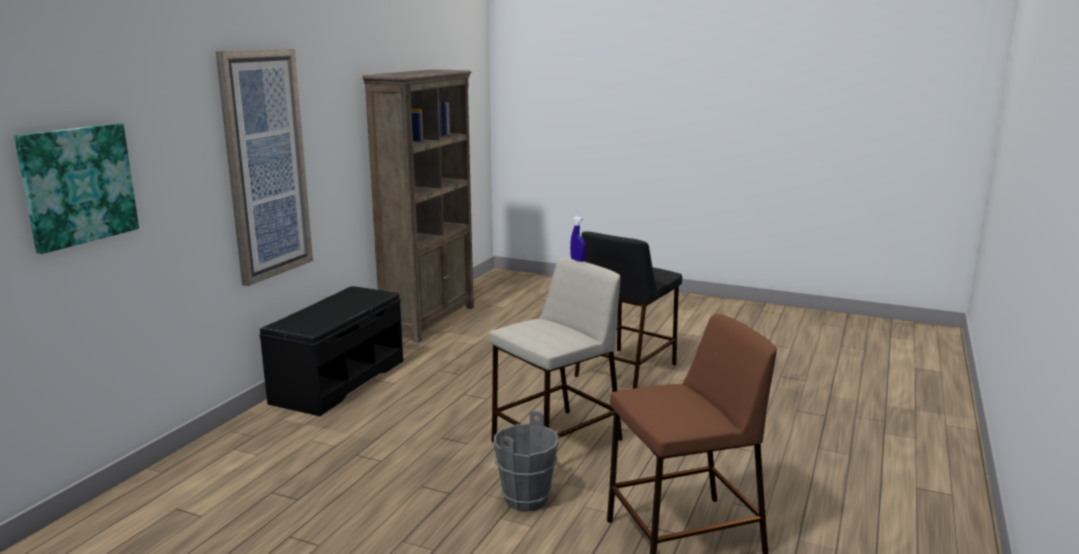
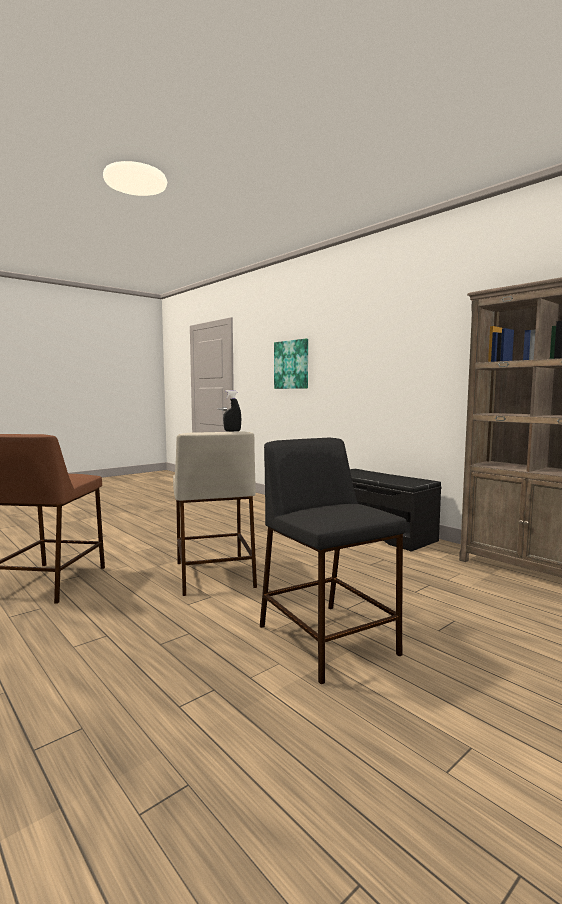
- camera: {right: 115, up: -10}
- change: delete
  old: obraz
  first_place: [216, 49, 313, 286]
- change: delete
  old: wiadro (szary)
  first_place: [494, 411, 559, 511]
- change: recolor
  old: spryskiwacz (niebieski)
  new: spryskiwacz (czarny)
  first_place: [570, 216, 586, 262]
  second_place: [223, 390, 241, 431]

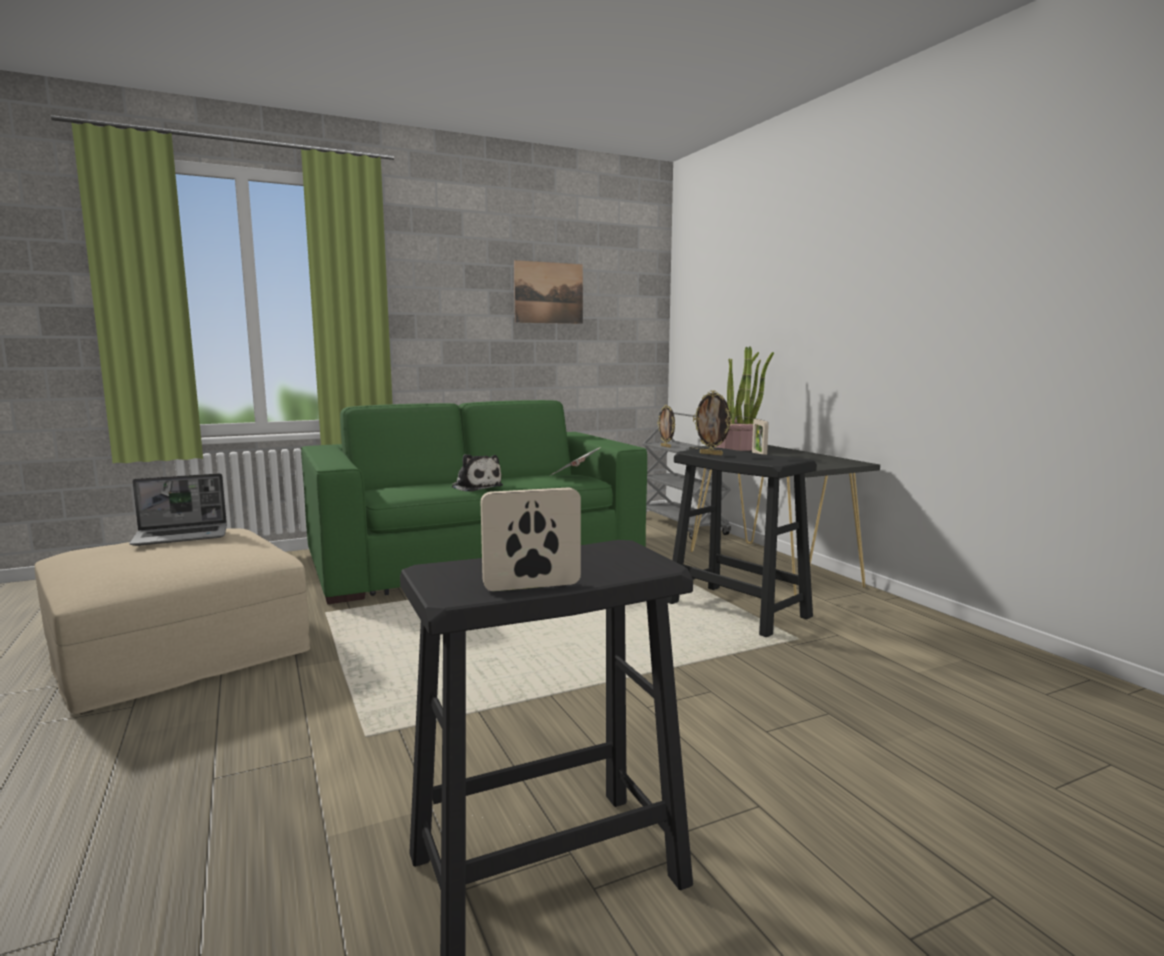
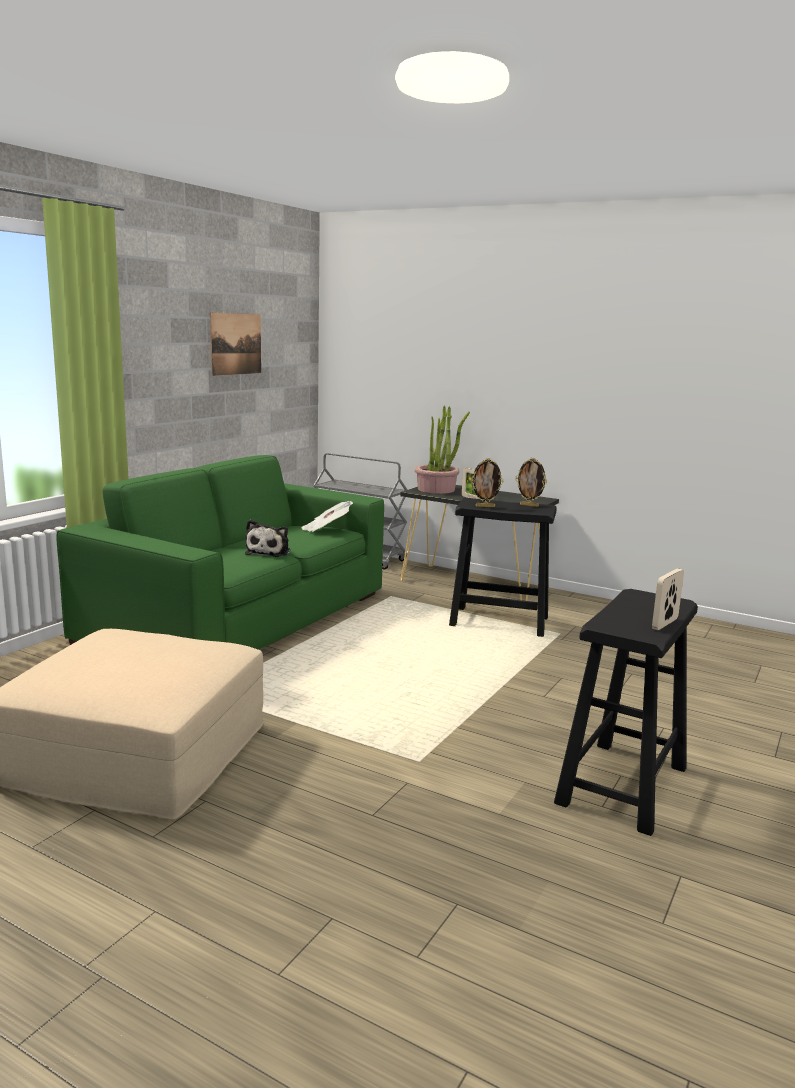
- camera: {right: -35, up: 5}
- change: delete
  old: laptop
  first_place: [129, 473, 227, 546]
- change: rotate
  old: pluszak
  first_place: [452, 454, 503, 492]
  second_place: [245, 520, 290, 557]
  degrees: 90
- change: move
  old: ramka na zdjęcie
  first_place: [657, 404, 675, 448]
  second_place: [516, 458, 547, 507]

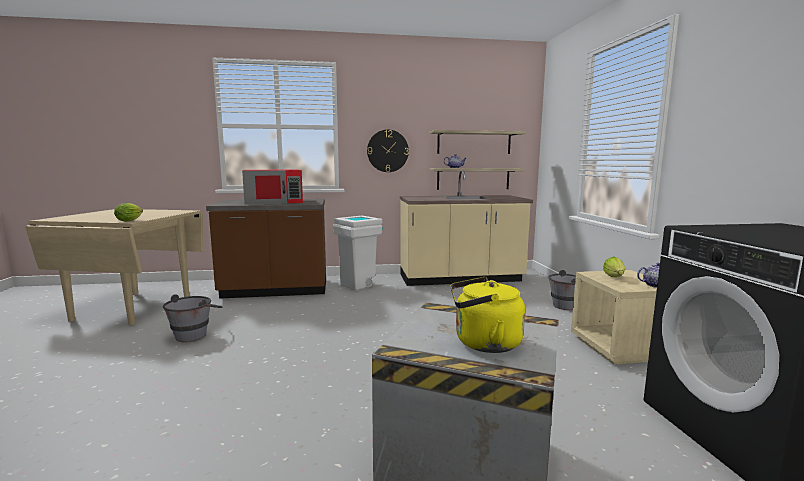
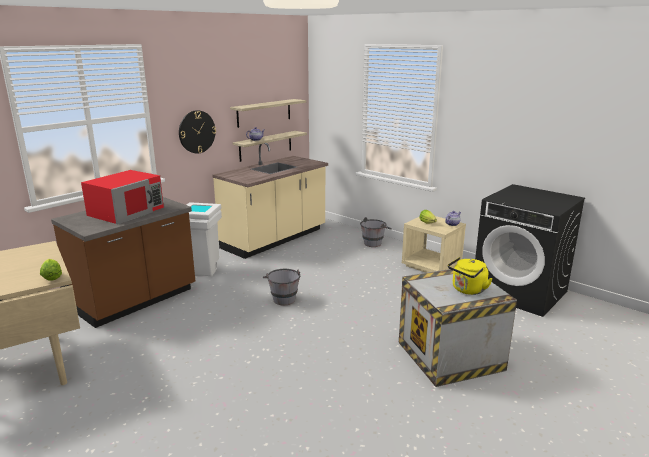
- camera: {right: -40, up: 10}
- change: move
  old: wiadro (szary)
  first_place: [163, 294, 222, 342]
  second_place: [263, 269, 300, 305]

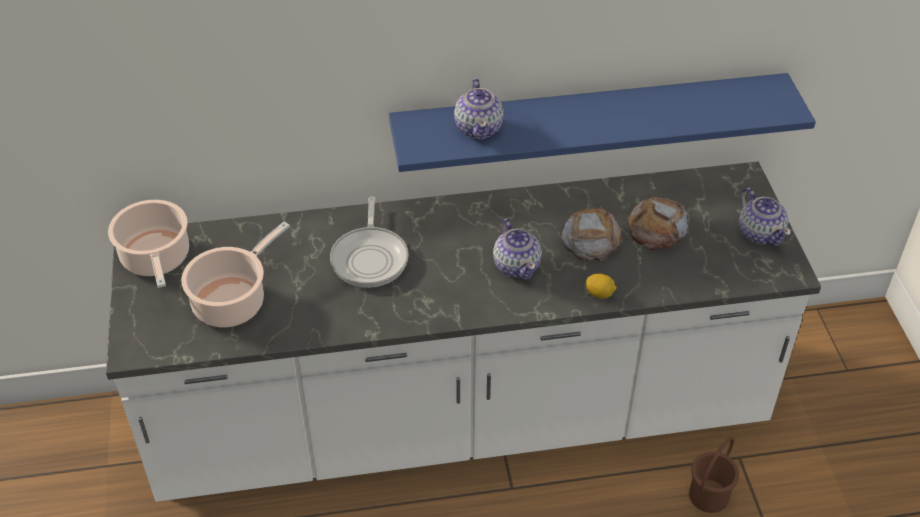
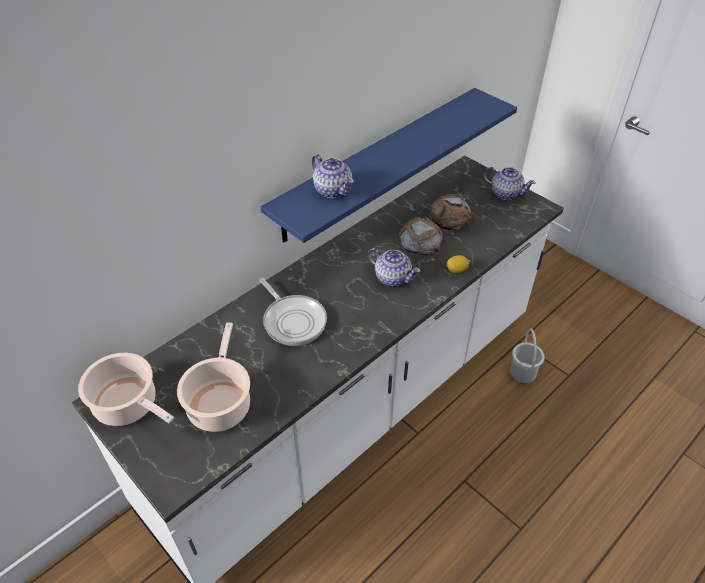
- camera: {right: -35, up: 0}
- change: recolor
  old: wiadro (brązowy)
  new: wiadro (biały)
  first_place: [689, 436, 739, 513]
  second_place: [510, 329, 545, 383]

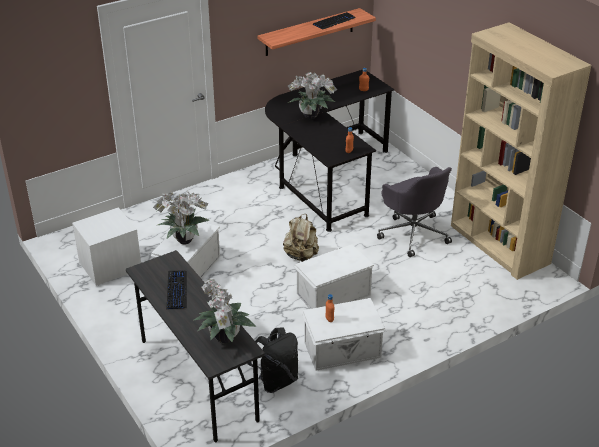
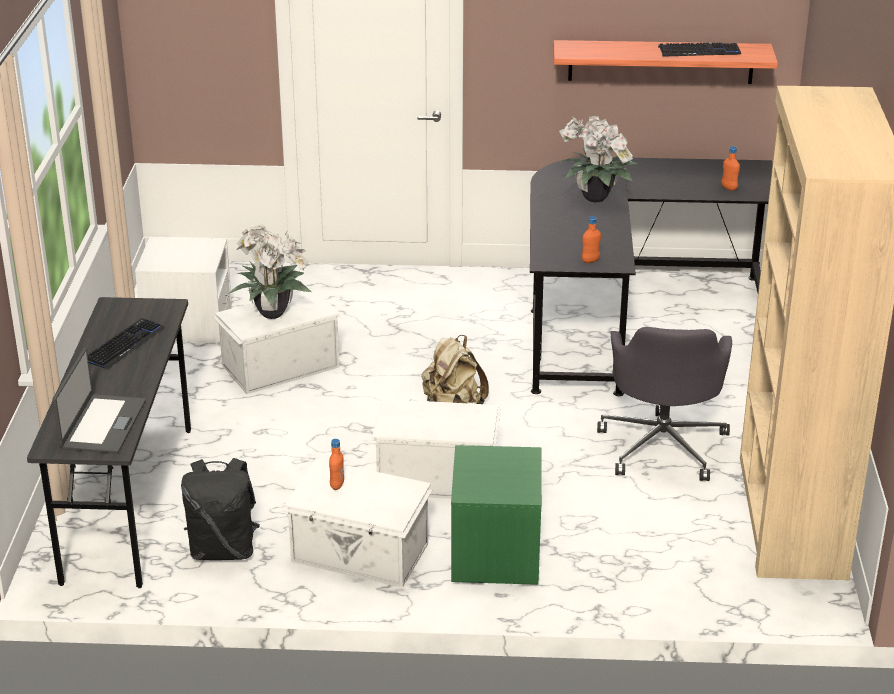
- camera: {right: 35, up: -5}
- change: replace
  old: roślina doniczkowa
  new: laptop
  first_place: [194, 278, 256, 343]
  second_place: [52, 348, 146, 454]
- change: insert
  new: szafka nocna (zielony)
  second_place: [451, 445, 542, 585]

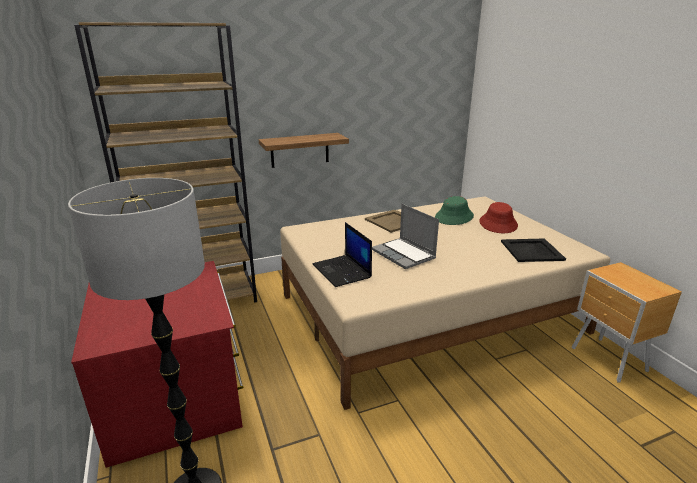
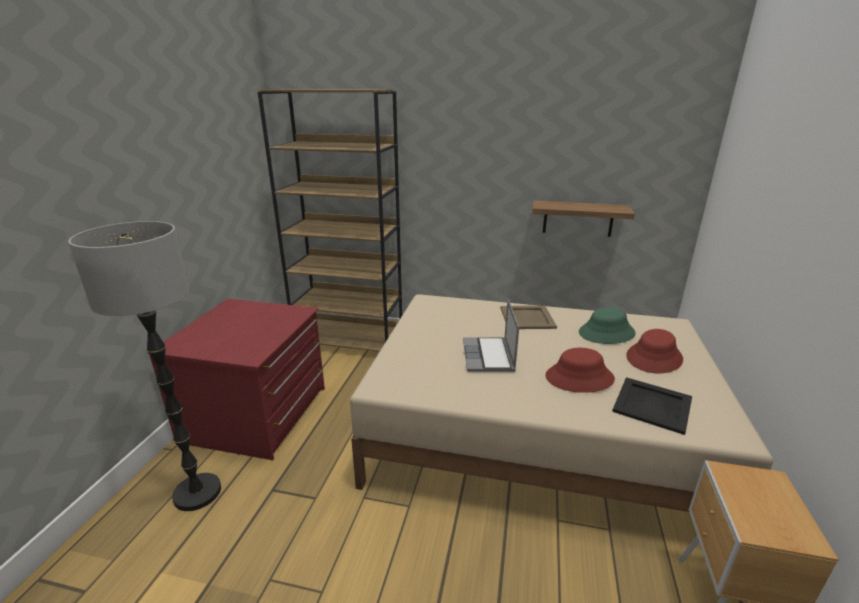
- camera: {right: 35, up: 0}
- change: move
  old: półka
  first_place: [259, 133, 349, 168]
  second_place: [532, 201, 635, 237]
- change: delete
  old: laptop
  first_place: [313, 222, 372, 287]
- change: insert
  new: kapelusz (czerwony)
  second_place: [545, 348, 615, 393]

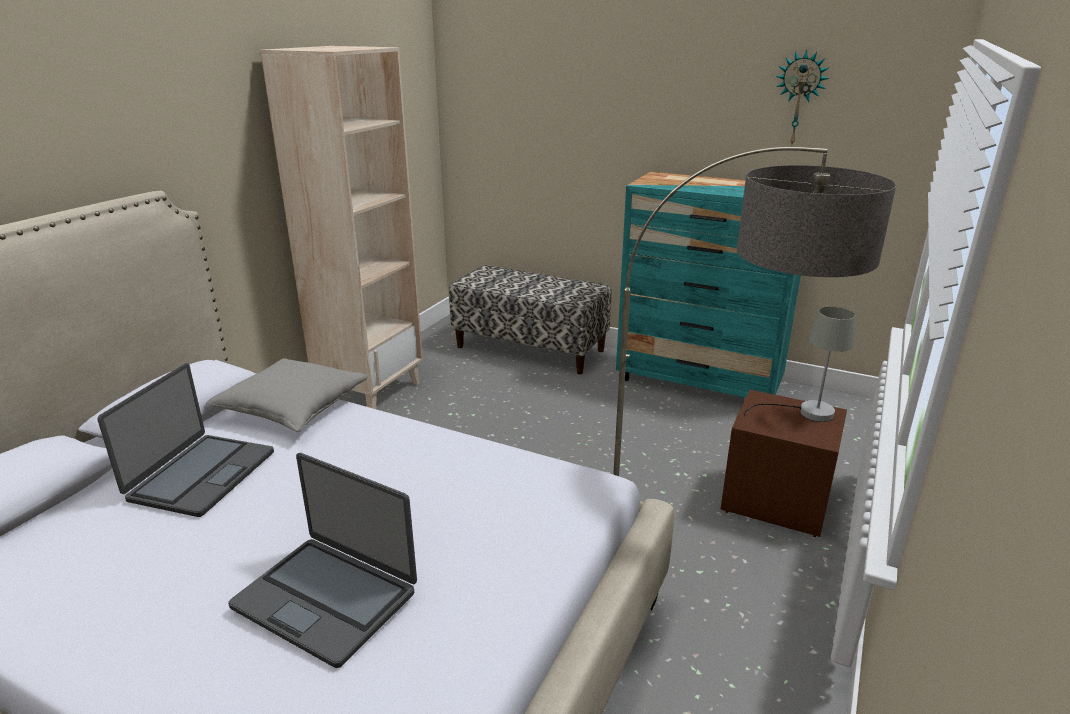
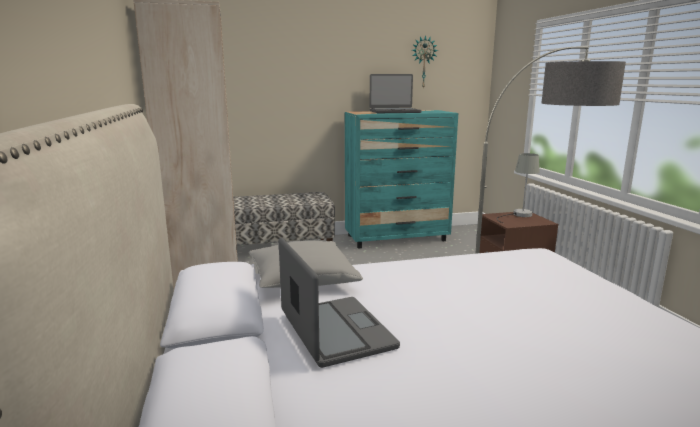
- camera: {right: -40, up: -10}
- change: move
  old: laptop
  first_place: [228, 453, 417, 668]
  second_place: [369, 74, 422, 113]

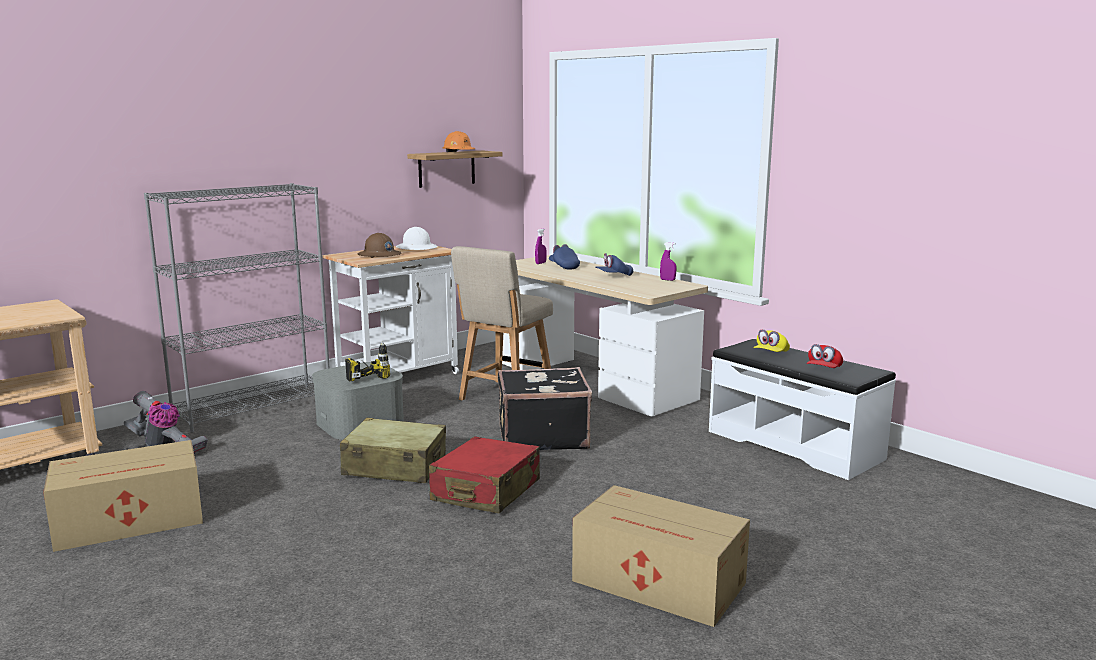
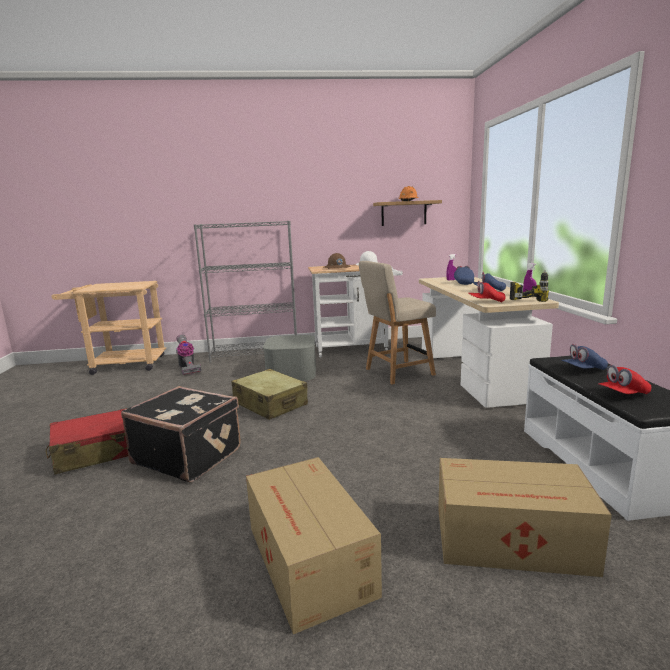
- camera: {right: 35, up: 0}
- change: move
  old: karton
  first_place: [43, 440, 203, 552]
  second_place: [438, 458, 612, 577]
- change: move
  old: wiertarka
  first_place: [345, 341, 390, 381]
  second_place: [510, 270, 549, 302]
- change: move
  old: walizka (czerwony)
  first_place: [429, 436, 540, 513]
  second_place: [46, 408, 128, 475]
- change: move
  old: walizka (czarny)
  first_place: [498, 367, 592, 450]
  second_place: [121, 386, 241, 482]
- change: recolor
  old: czapka z daszkiem (żółty)
  new: czapka z daszkiem (niebieski)
  first_place: [753, 329, 790, 352]
  second_place: [561, 344, 608, 370]
- change: insert
  new: czapka z daszkiem (czerwony)
  second_place: [468, 281, 506, 302]

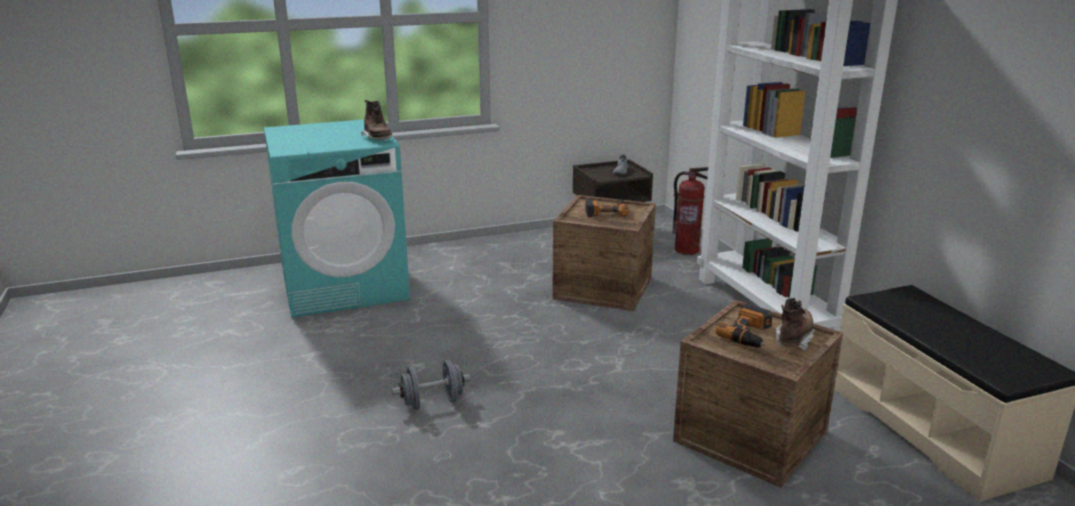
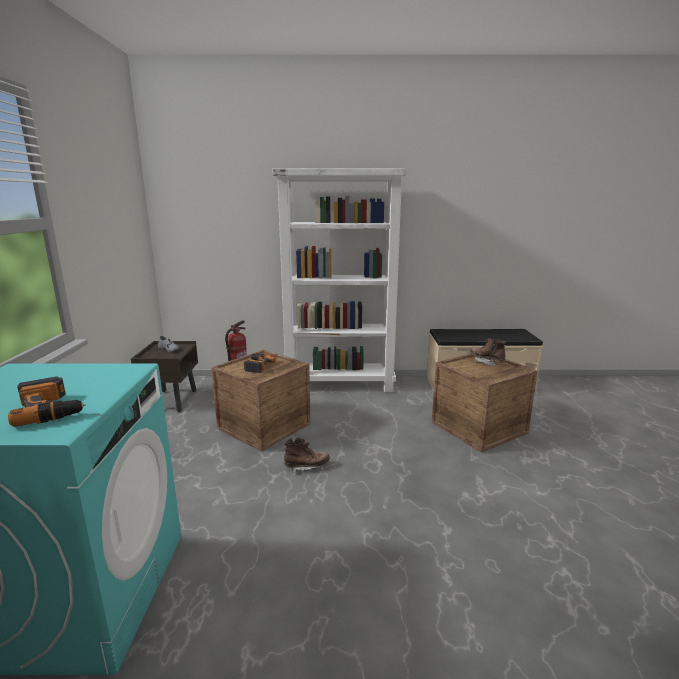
- camera: {right: -70, up: -5}
- change: move
  old: but z cholewką (brązowy)
  first_place: [361, 100, 392, 140]
  second_place: [283, 437, 330, 473]
- change: delete
  old: hantel (szary)
  first_place: [392, 360, 471, 410]
- change: move
  old: wiertarka
  first_place: [716, 304, 773, 348]
  second_place: [8, 376, 86, 427]

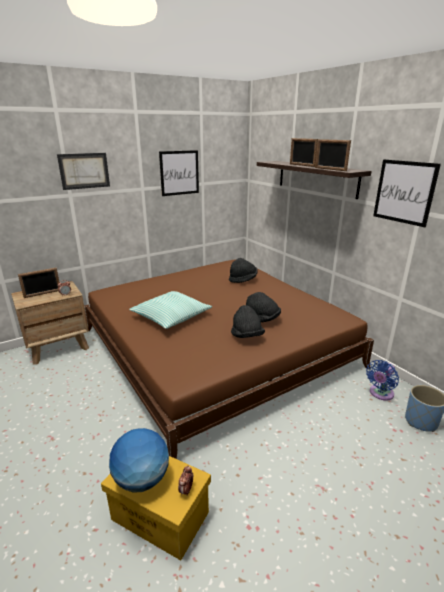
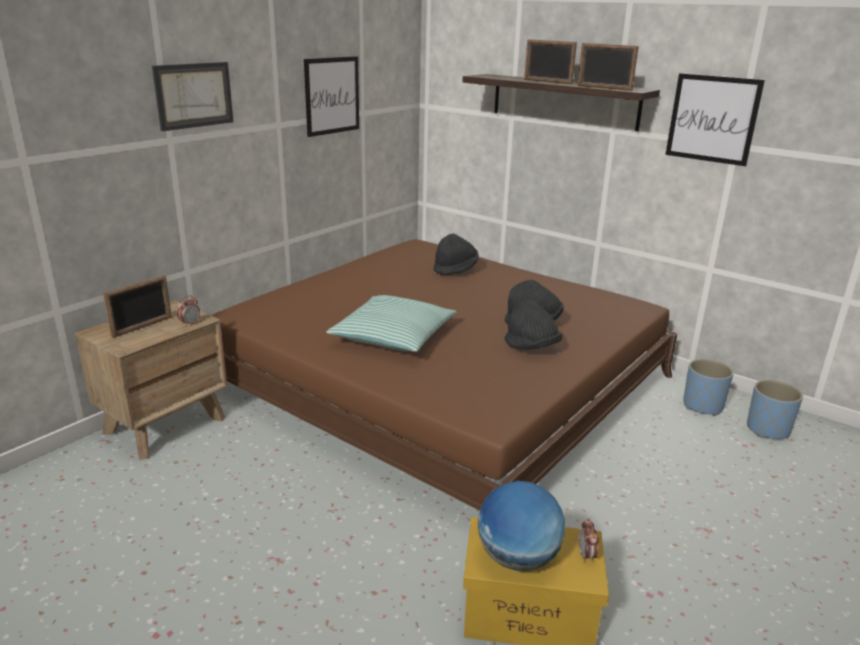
- camera: {right: -20, up: 0}
- change: replace
  old: wentylator (niebieski)
  new: donica (niebieski)
  first_place: [366, 360, 399, 401]
  second_place: [683, 359, 734, 416]

